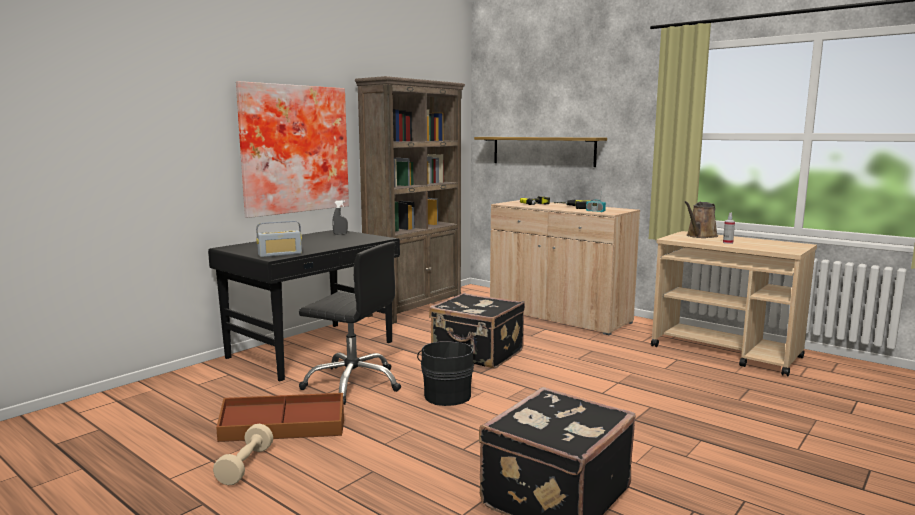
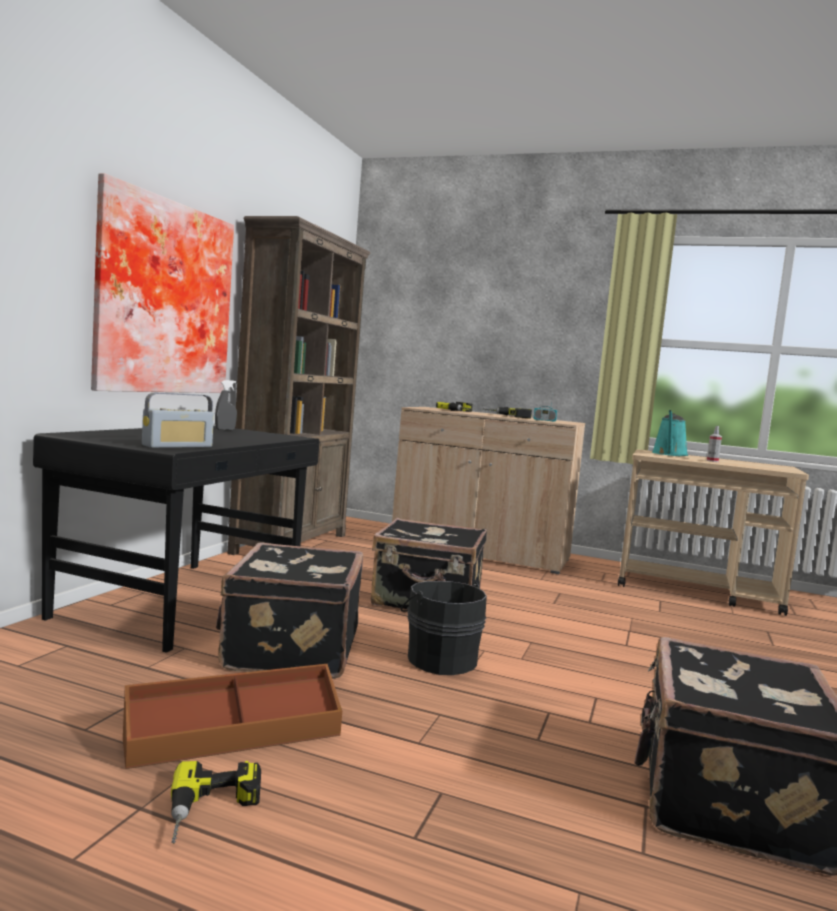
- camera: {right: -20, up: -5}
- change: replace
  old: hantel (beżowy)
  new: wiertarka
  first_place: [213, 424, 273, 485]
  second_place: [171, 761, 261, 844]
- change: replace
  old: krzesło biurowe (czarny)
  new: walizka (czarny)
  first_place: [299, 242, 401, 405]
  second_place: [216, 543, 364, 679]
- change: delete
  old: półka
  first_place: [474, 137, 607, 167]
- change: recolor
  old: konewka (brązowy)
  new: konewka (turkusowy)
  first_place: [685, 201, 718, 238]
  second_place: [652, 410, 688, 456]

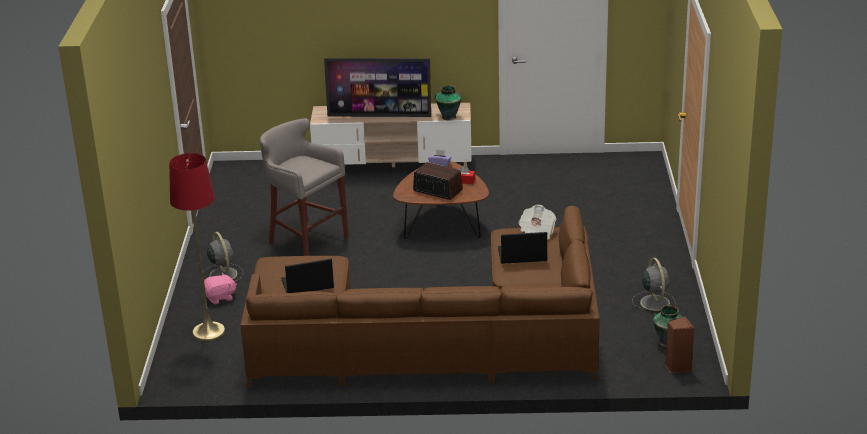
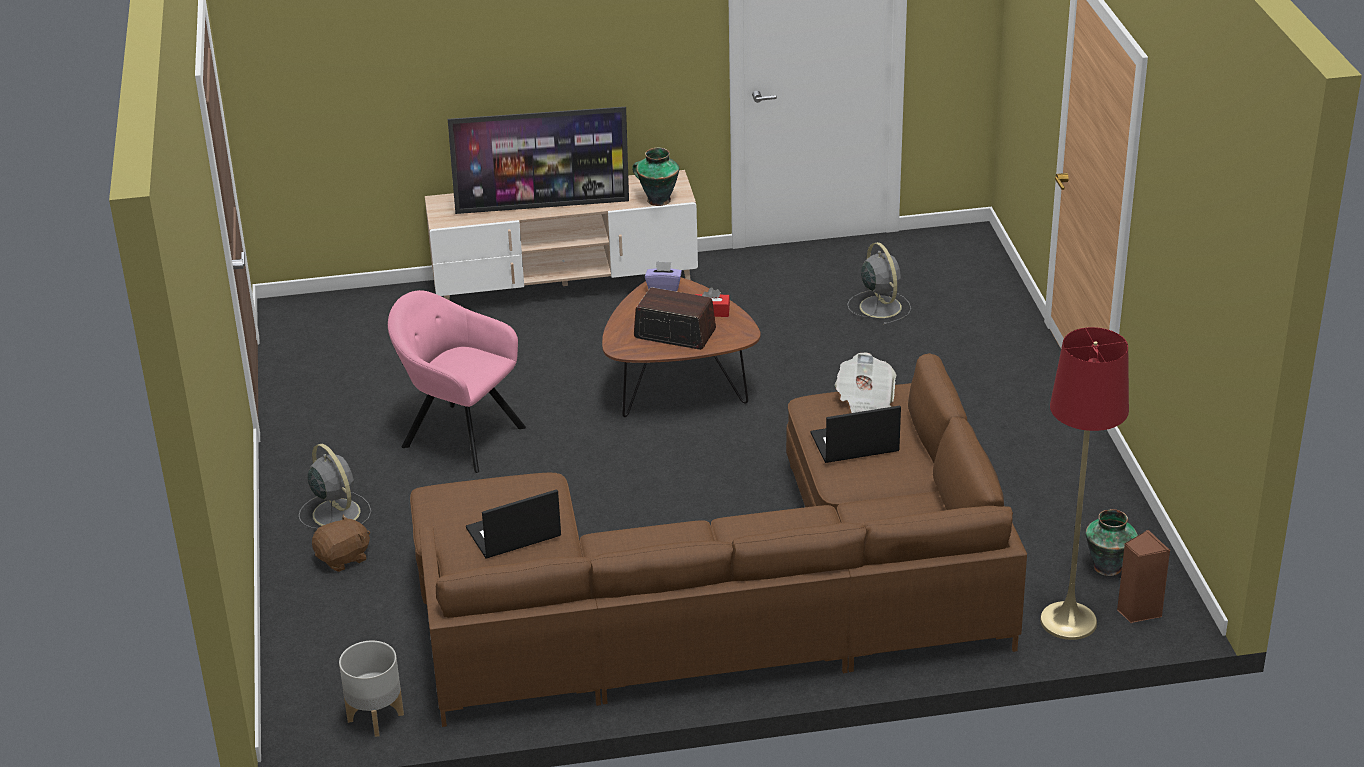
- camera: {right: -10, up: 5}
- change: move
  old: lampa stojąca (czerwony)
  first_place: [169, 153, 225, 341]
  second_place: [1040, 327, 1129, 640]
- change: recolor
  old: pluszak (różowy)
  new: pluszak (brązowy)
  first_place: [204, 273, 237, 304]
  second_place: [312, 514, 370, 572]
- change: replace
  old: stołek (szary)
  new: fotel (różowy)
  first_place: [260, 118, 349, 256]
  second_place: [388, 290, 526, 473]
- change: move
  old: wentylator (szary)
  first_place: [632, 258, 676, 315]
  second_place: [847, 242, 911, 325]
- change: insert
  new: donica (szary)
  second_place: [339, 641, 404, 737]

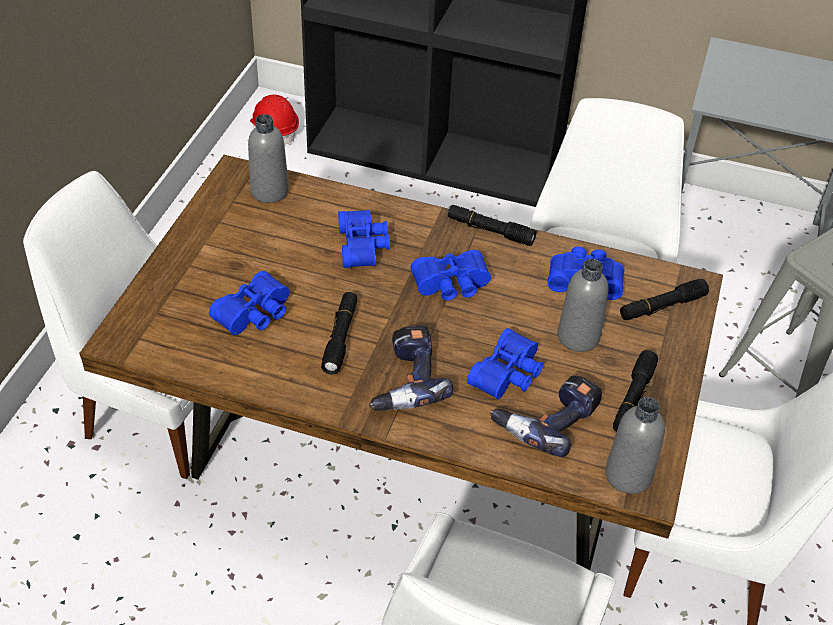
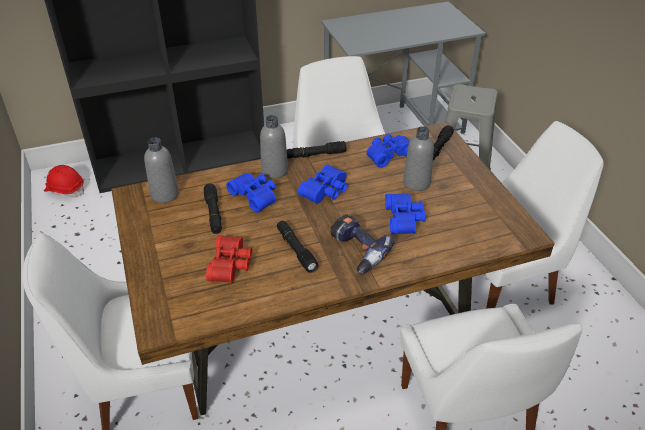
- camera: {right: -35, up: -5}
- change: recolor
  old: lornetka (niebieski)
  new: lornetka (czerwony)
  first_place: [209, 271, 290, 335]
  second_place: [206, 235, 252, 283]
- change: delete
  old: wiertarka
  first_place: [490, 375, 602, 457]
- change: move
  old: butelka (szary)
  first_place: [605, 397, 665, 494]
  second_place: [260, 115, 288, 179]
- change: move
  old: latarka (czarny)
  first_place: [613, 350, 658, 432]
  second_place: [204, 184, 222, 234]

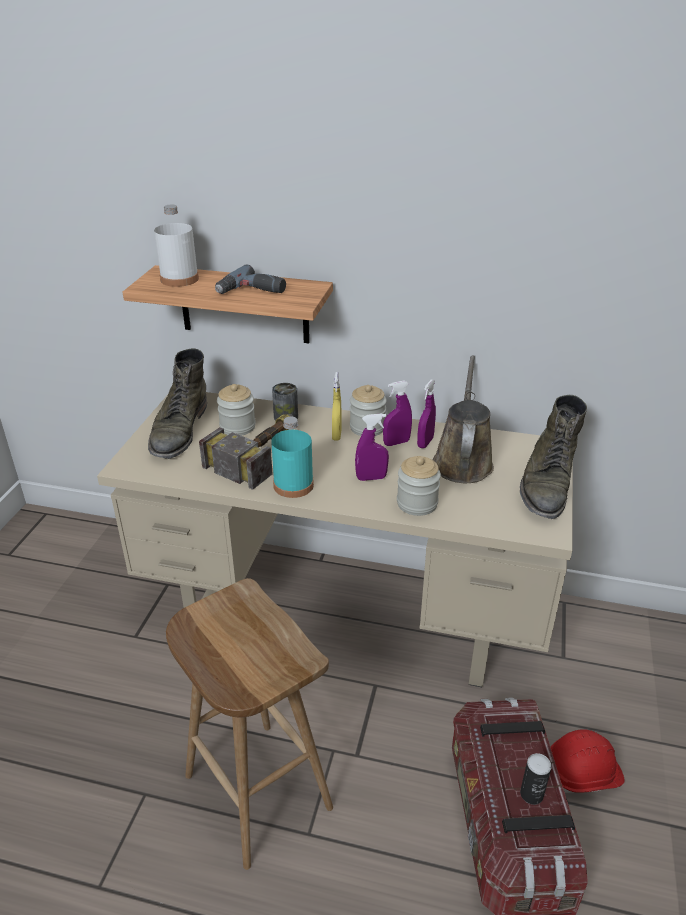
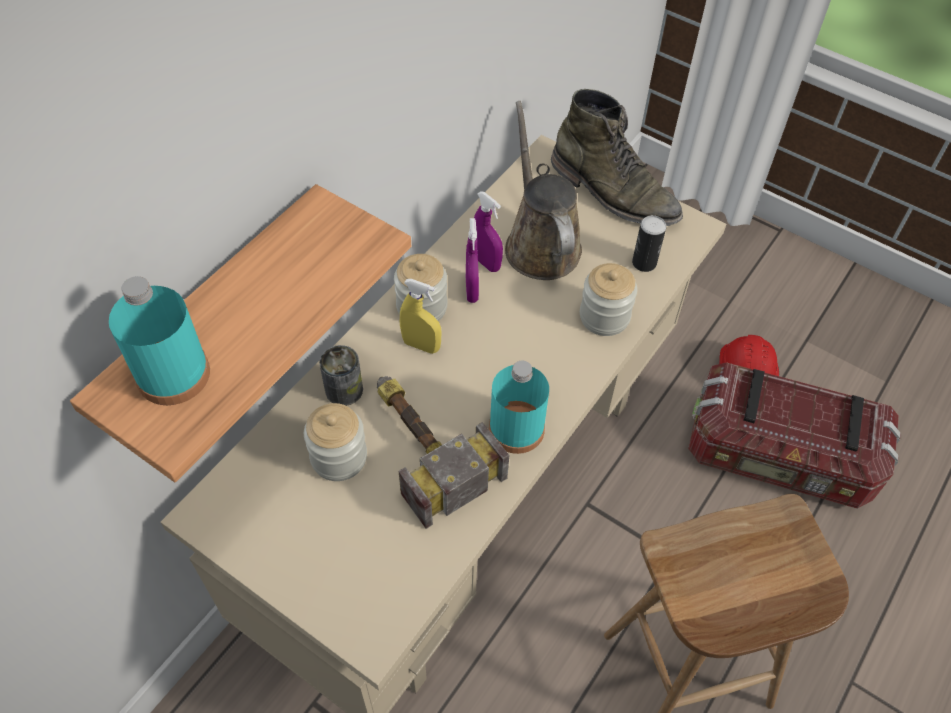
- camera: {right: -70, up: 20}
- change: delete
  old: but z cholewką (zielony)
  first_place: [148, 348, 207, 459]
- change: recolor
  old: butelka (biały)
  new: butelka (turkusowy)
  first_place: [154, 204, 199, 287]
  second_place: [109, 276, 210, 405]
- change: delete
  old: wiertarka
  first_place: [215, 265, 286, 294]
- change: delete
  old: spryskiwacz (fioletowy)
  first_place: [355, 413, 389, 481]
- change: rotate
  old: konewka (brązowy)
  first_place: [433, 355, 494, 483]
  second_place: [505, 101, 582, 280]
  degrees: 45
- change: move
  old: puszka
  first_place: [520, 753, 552, 805]
  second_place: [632, 215, 666, 272]

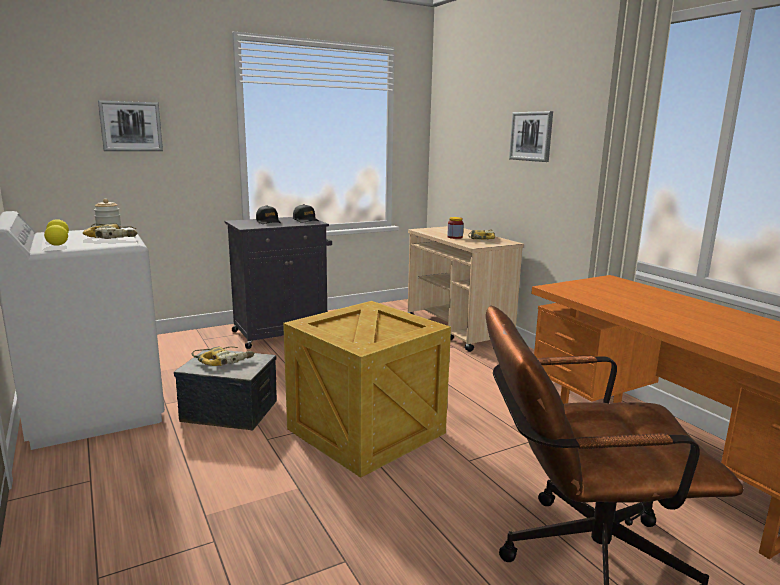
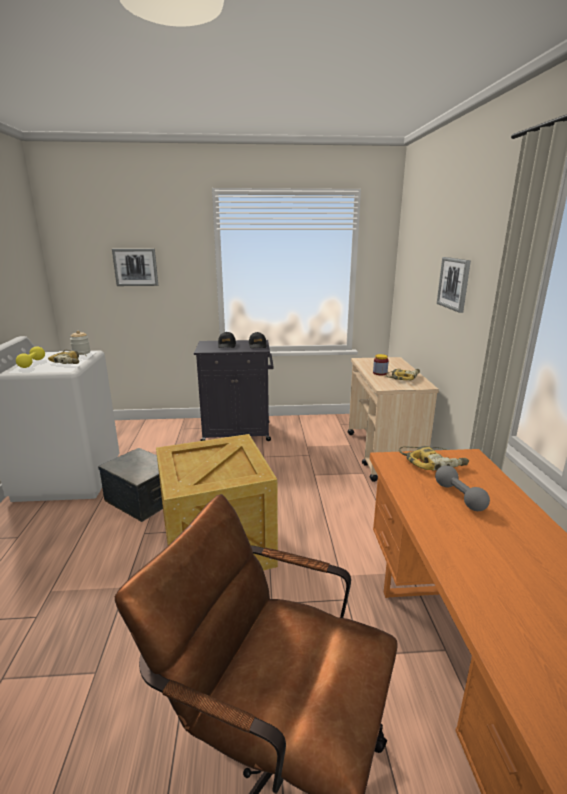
- camera: {right: 25, up: 5}
- change: move
  old: wiertarka
  first_place: [192, 346, 255, 366]
  second_place: [399, 446, 469, 471]
- change: insert
  new: hantel (szary)
  second_place: [435, 465, 490, 511]

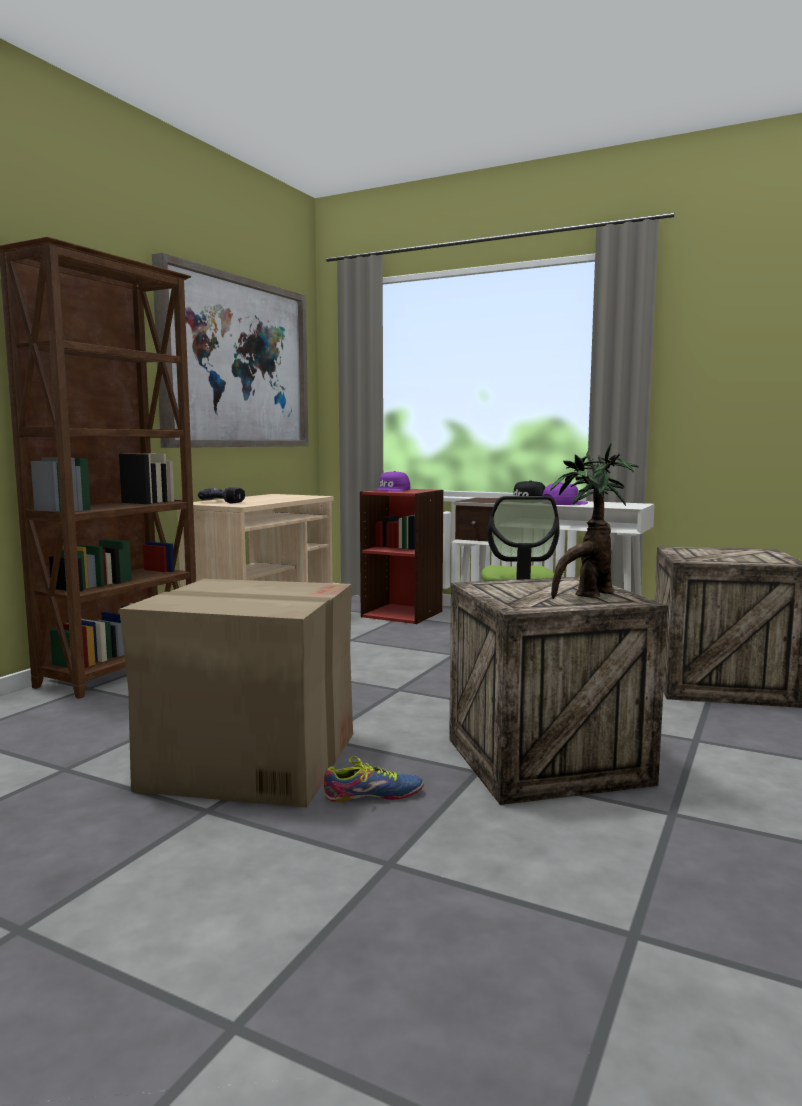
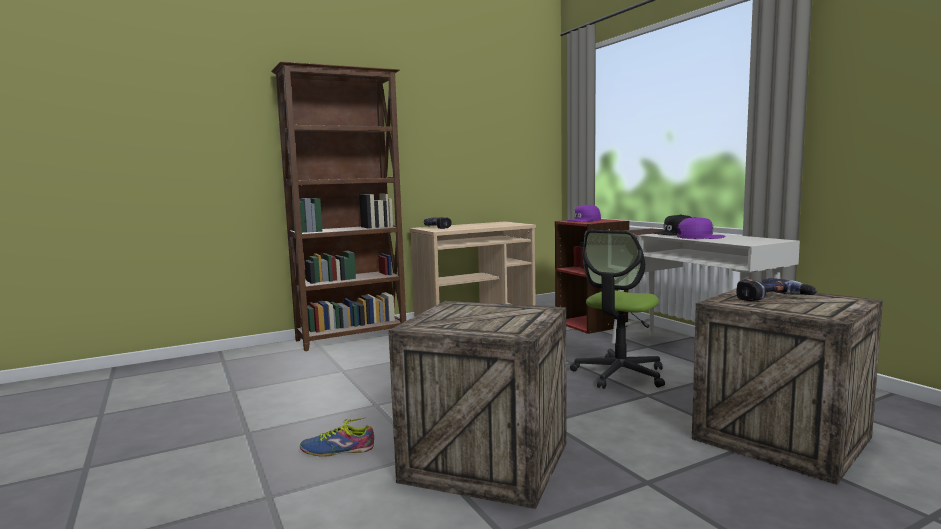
- camera: {right: 35, up: 0}
- change: delete
  old: karton
  first_place: [119, 579, 353, 808]
- change: delete
  old: obraz
  first_place: [152, 253, 309, 448]
- change: rotate
  old: but
  first_place: [324, 756, 424, 802]
  second_place: [300, 418, 374, 457]
  degrees: 150
- change: delete
  old: roślina doniczkowa
  first_place: [550, 444, 639, 599]
- change: insert
  new: wiertarka
  second_place: [736, 278, 817, 301]

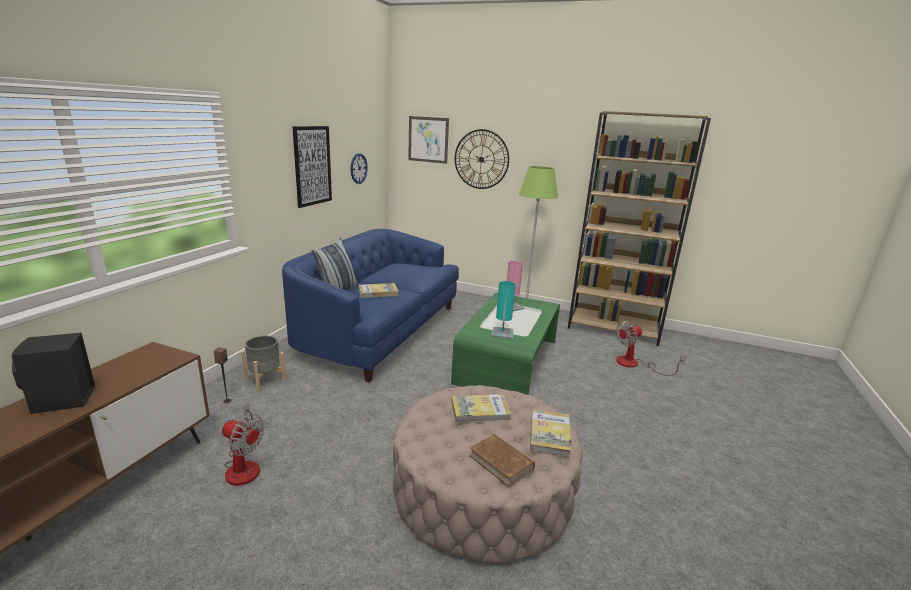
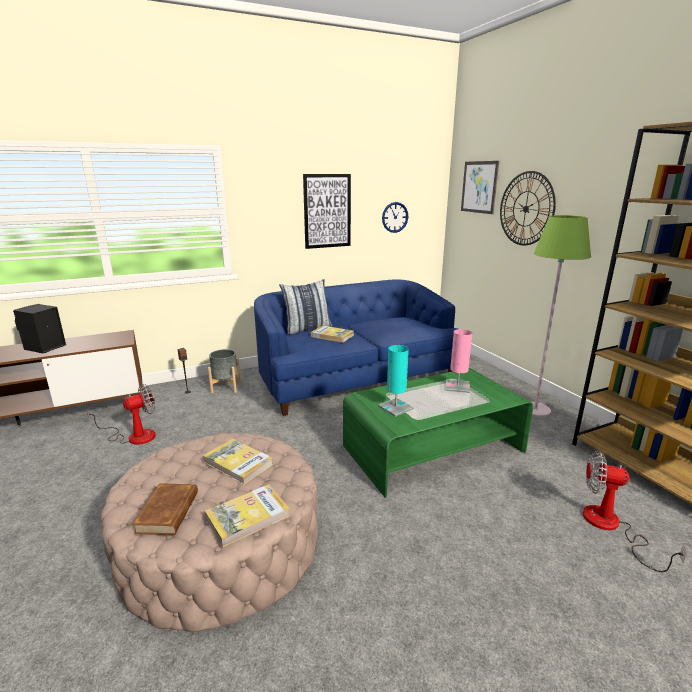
- camera: {right: 45, up: 0}
- change: rotate
  old: wentylator
  first_place: [222, 403, 264, 486]
  second_place: [86, 384, 156, 445]
  degrees: -105

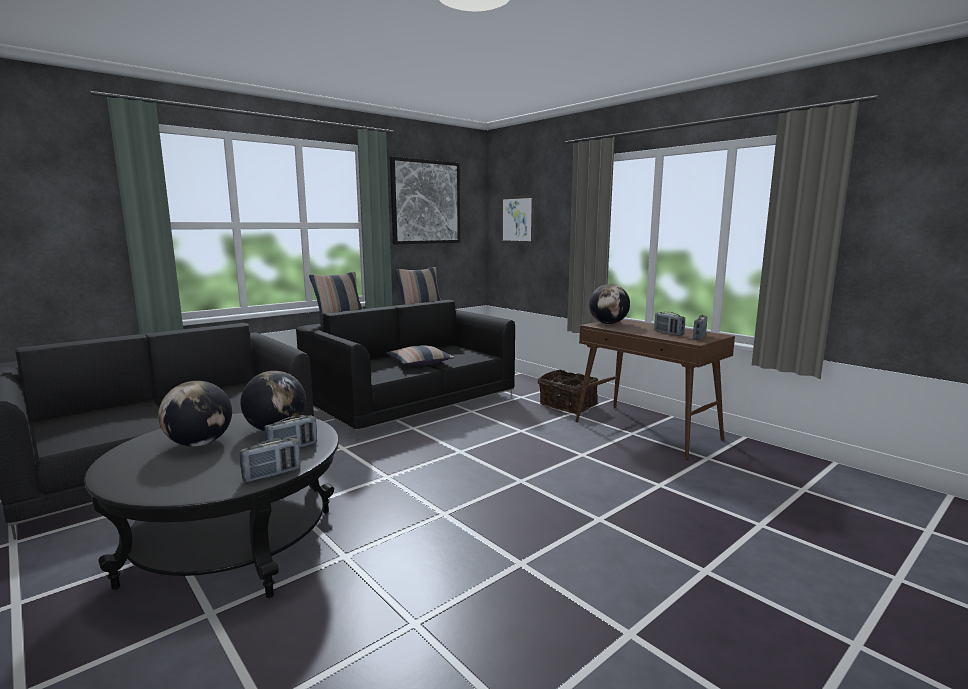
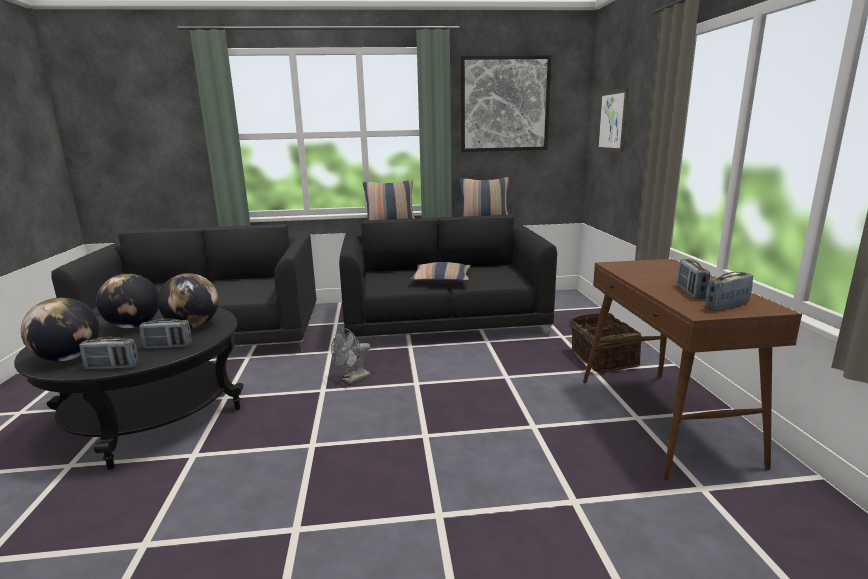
- camera: {right: 35, up: 5}
- change: move
  old: globus
  first_place: [589, 284, 630, 324]
  second_place: [21, 298, 99, 361]
- change: insert
  new: wentylator (szary)
  second_place: [331, 328, 371, 384]

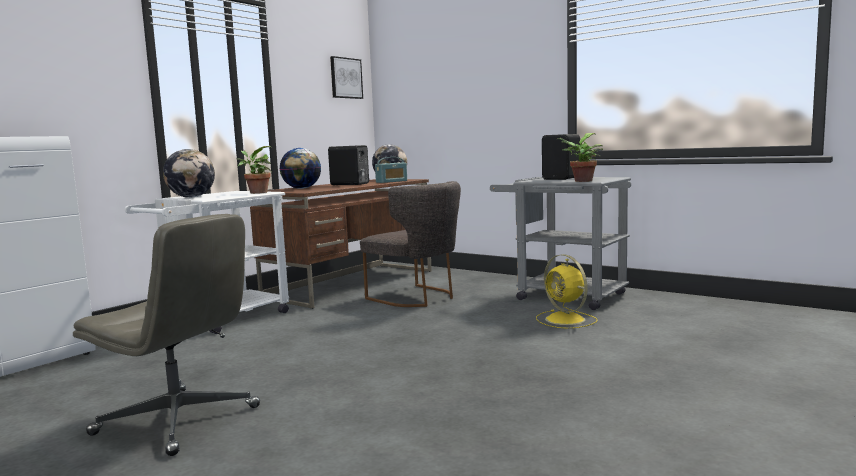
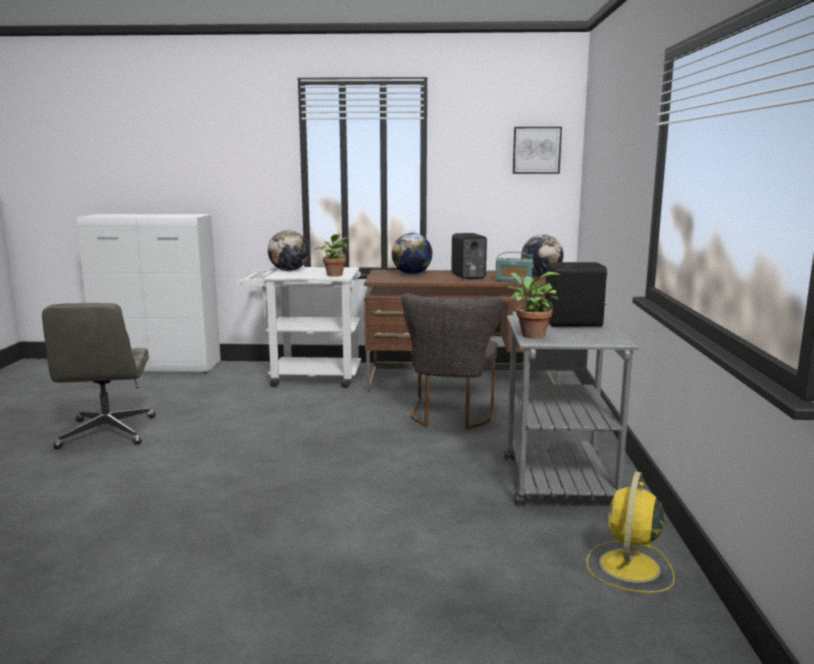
- camera: {right: 55, up: 5}
- change: move
  old: wentylator (żółty)
  first_place: [536, 254, 598, 329]
  second_place: [586, 471, 675, 593]

